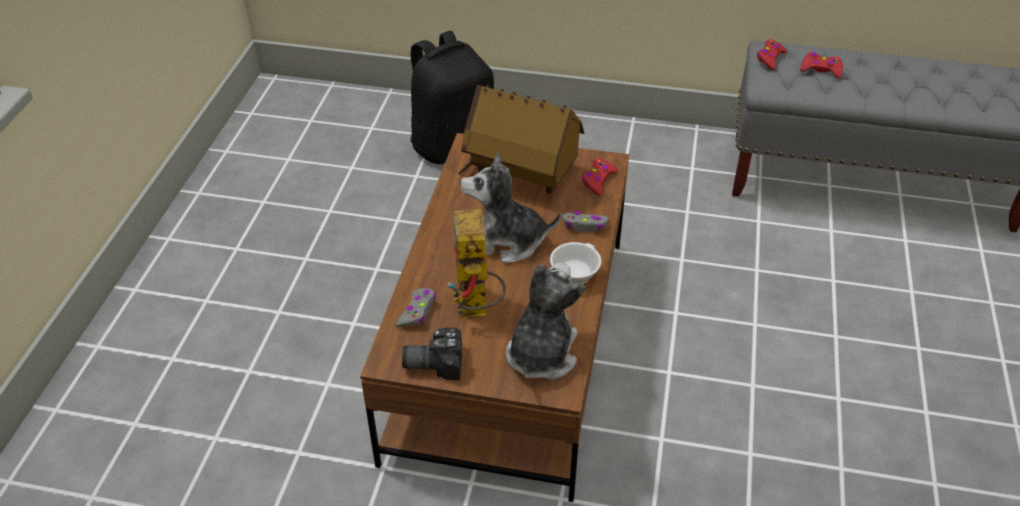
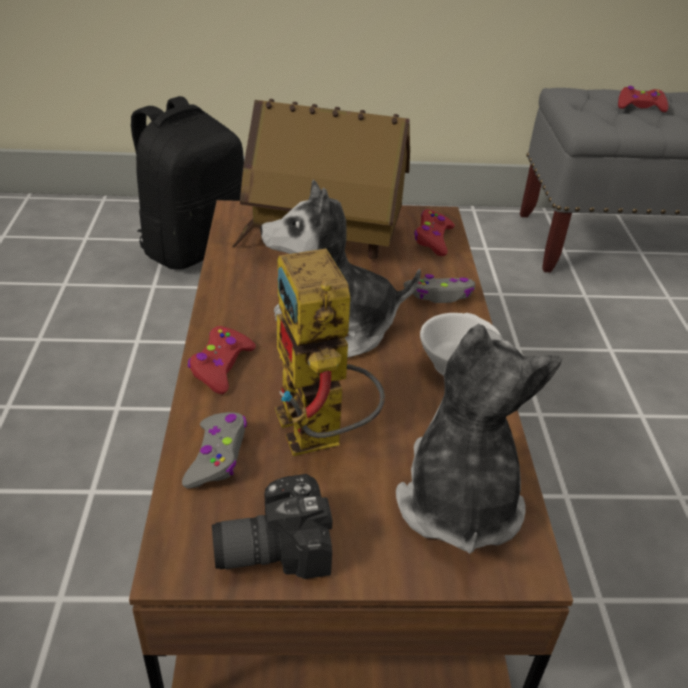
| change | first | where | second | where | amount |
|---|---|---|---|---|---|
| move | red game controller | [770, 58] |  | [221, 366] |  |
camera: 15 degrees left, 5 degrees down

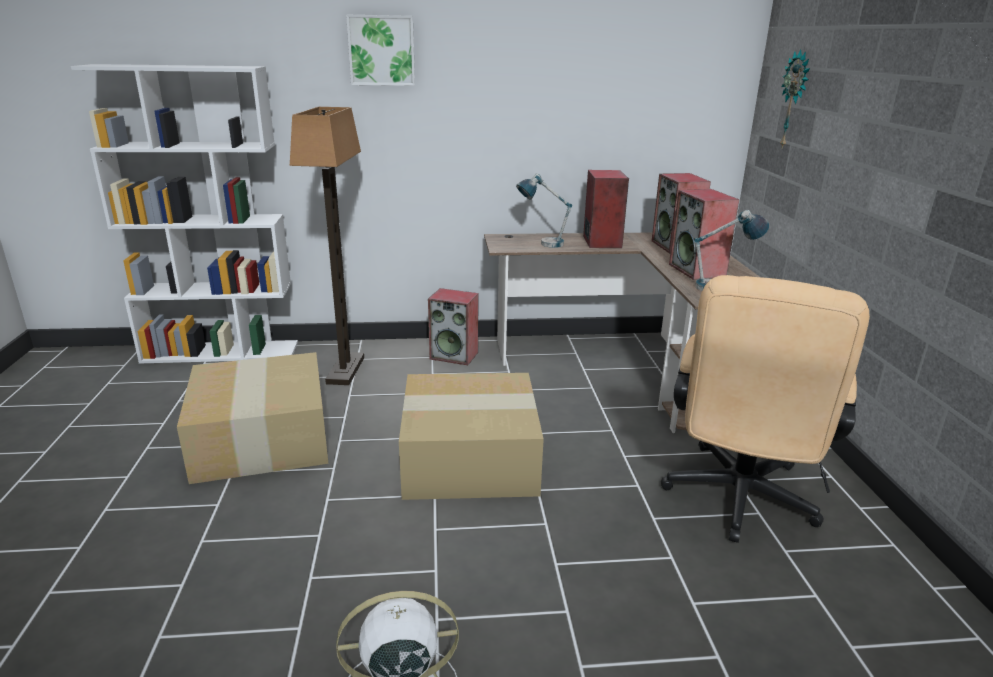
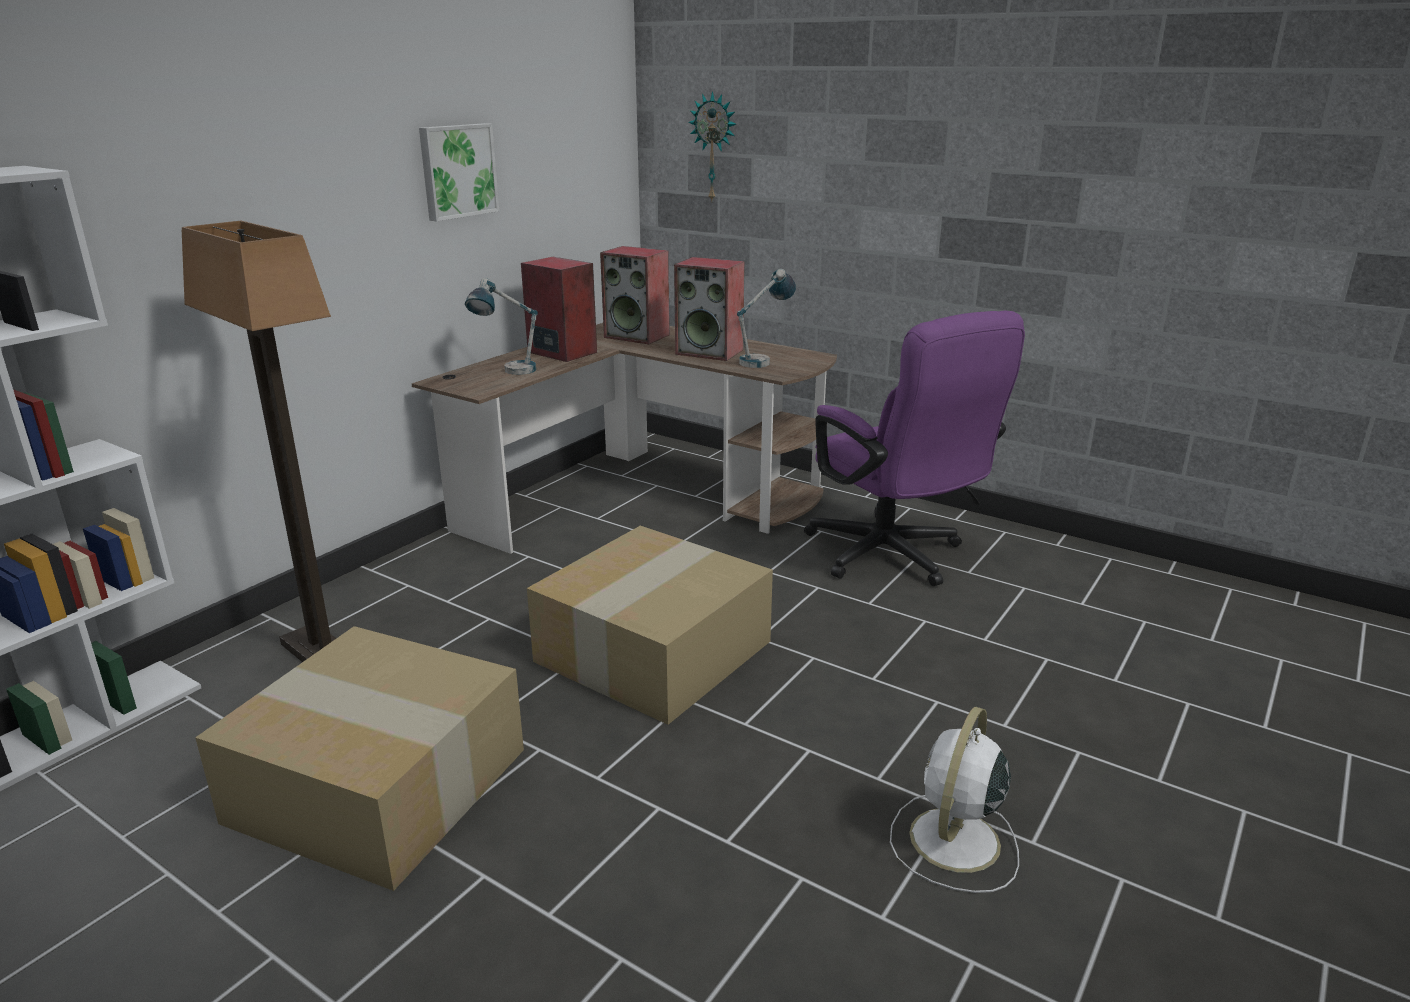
| change | first | where | second | where | amount |
|---|---|---|---|---|---|
| move | picture | [381, 50] |  | [457, 171] |  |
| recolor | beige office chair | [737, 502] | purple office chair | [893, 558] |  |
| delete | speaker | [455, 355] |  |  |  |
camera: 50 degrees left, 0 degrees up

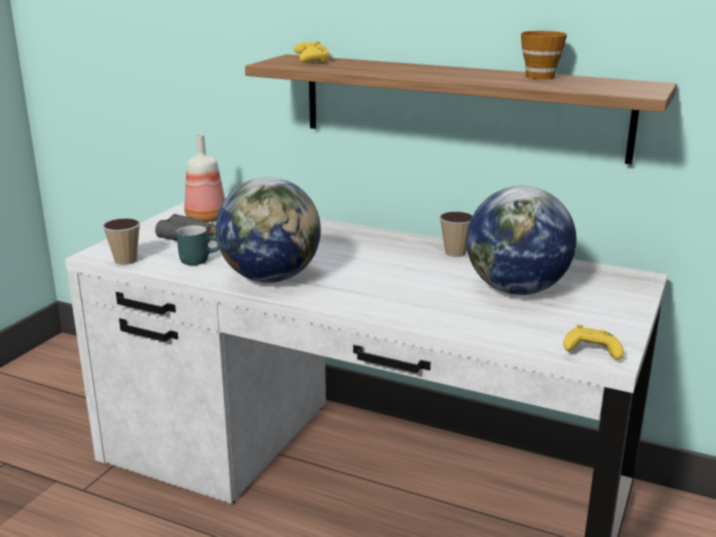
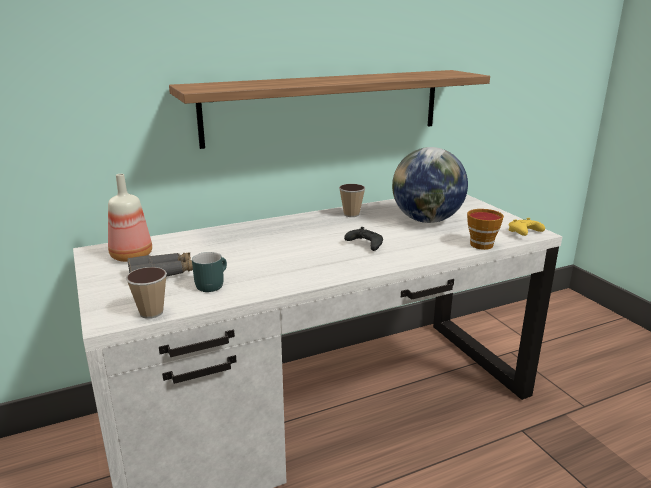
| change | first | where | second | where | amount |
|---|---|---|---|---|---|
| insert |  |  | black game controller | [364, 245] |  |
| move | cup | [541, 76] |  | [479, 244] |  |
| delete | globe | [271, 278] |  |  |  |
| delete | yellow game controller | [311, 60] |  |  |  |
camera: 50 degrees left, 0 degrees up

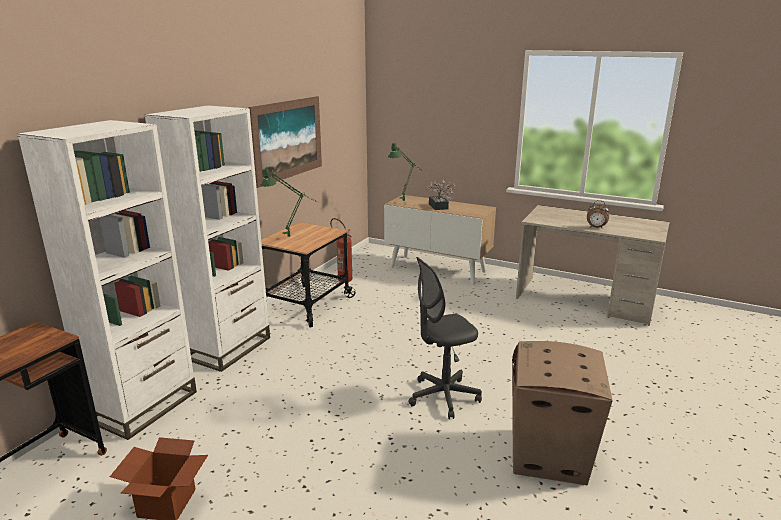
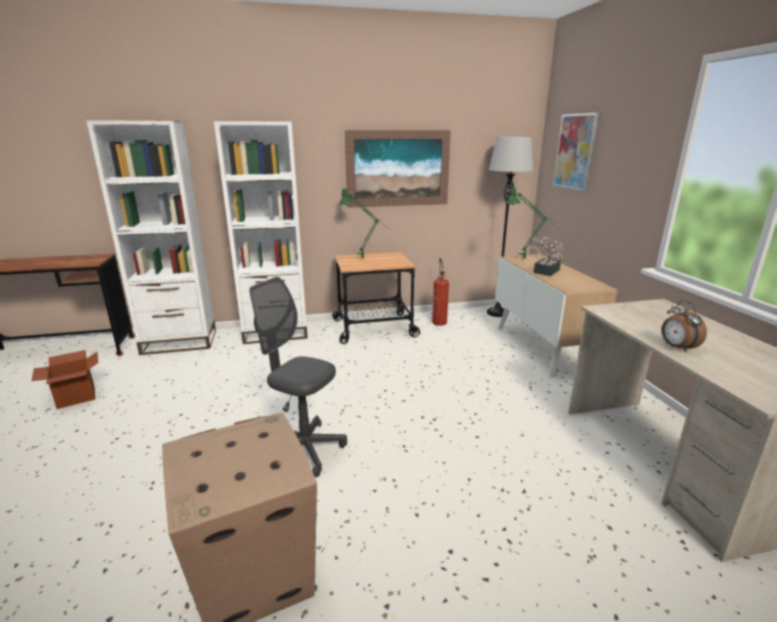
| change | first | where | second | where | amount |
|---|---|---|---|---|---|
| insert |  |  | grey floor lamp | [497, 313] |  |
| insert |  |  | picture | [575, 152] |  |
camera: 50 degrees right, 0 degrees up

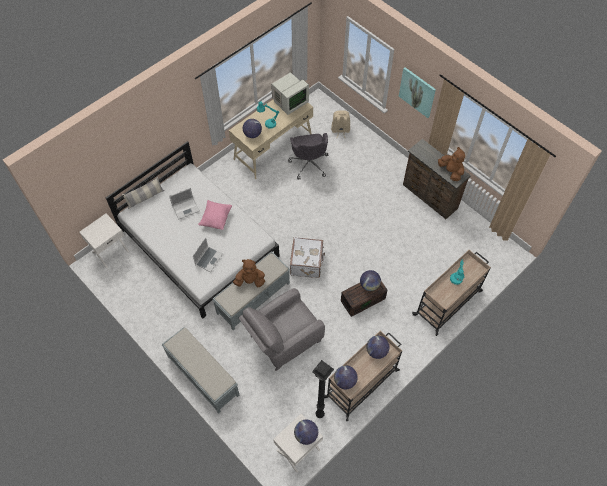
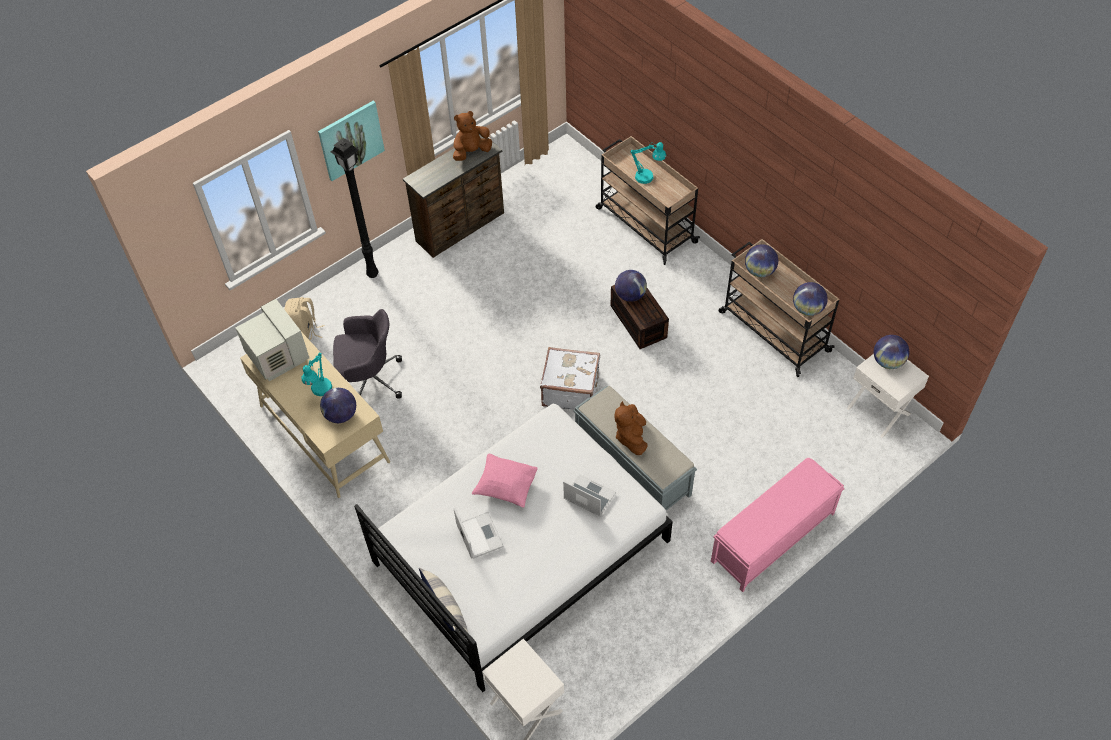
| change | first | where | second | where | amount |
|---|---|---|---|---|---|
| move | black floor lamp | [319, 414] |  | [372, 275] |  |
| recolor | grey bench | [202, 375] | pink bench | [772, 538] |  |
| delete | grey armchair | [283, 340] |  |  |  |
camera: 85 degrees left, 5 degrees down

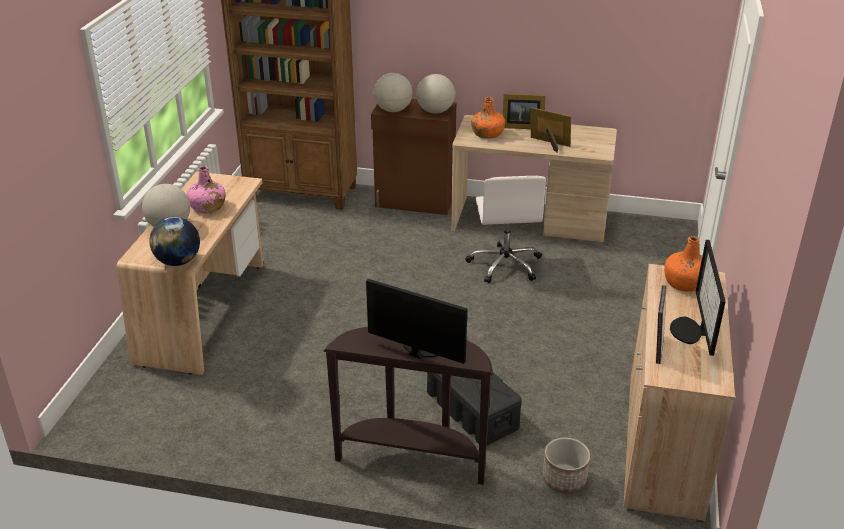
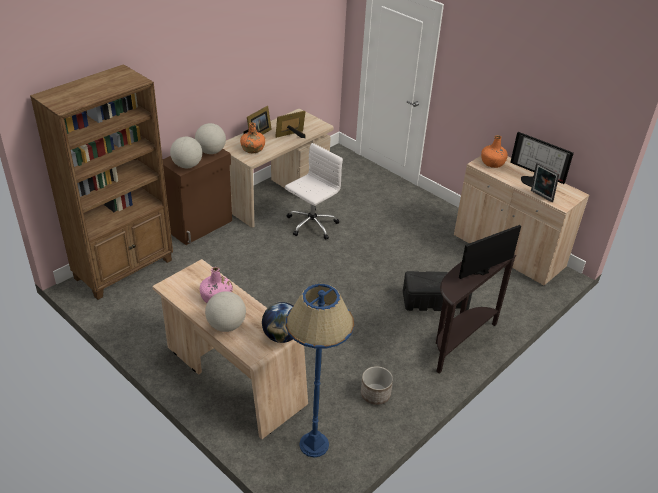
| change | first | where | second | where | amount |
|---|---|---|---|---|---|
| rotate | white office chair | [505, 264] |  | [311, 225] | 75 degrees counterclockwise |
| insert |  |  | blue floor lamp | [314, 445] |  |
| move | planter | [564, 479] |  | [375, 394] |  |
camera: 60 degrees left, 5 degrees up

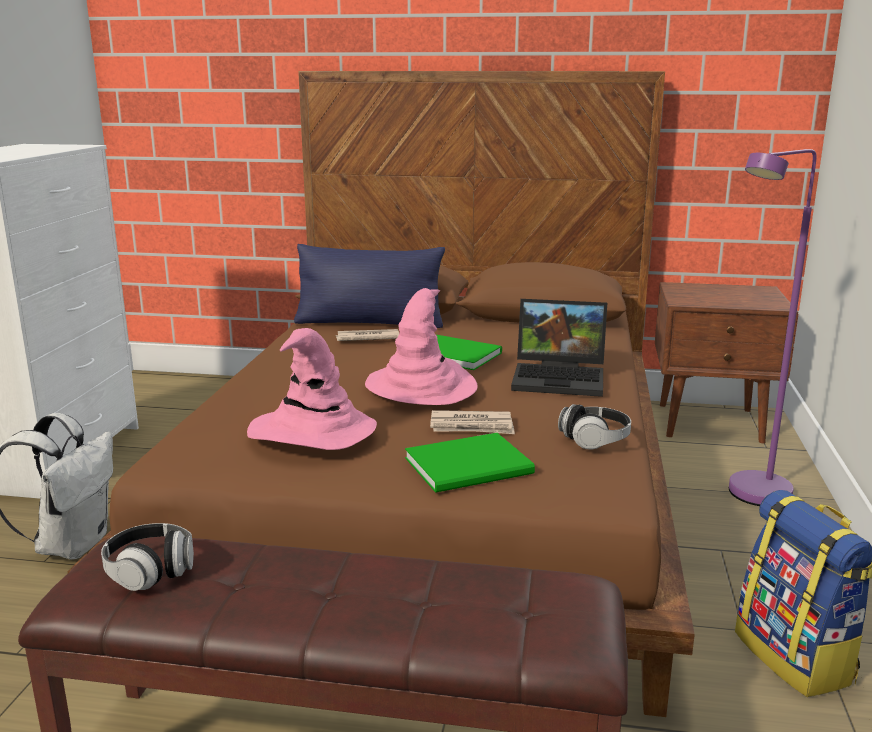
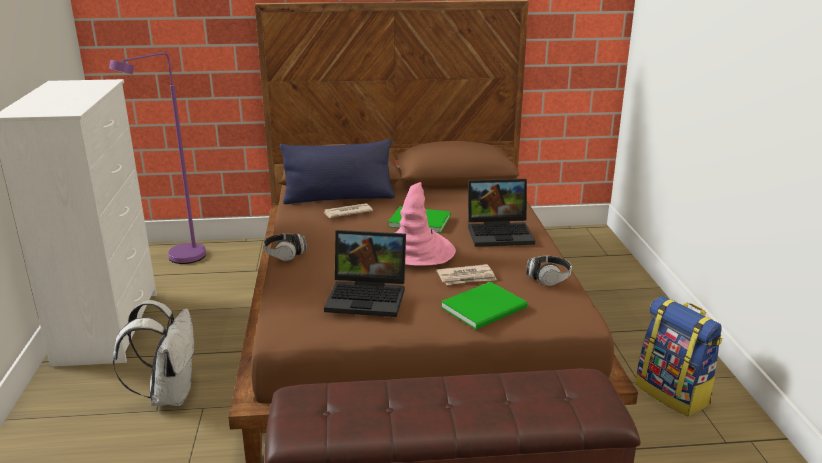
| change | first | where | second | where | amount |
|---|---|---|---|---|---|
| move | purple floor lamp | [750, 498] |  | [179, 259] |  |
| move | headphones | [150, 571] |  | [285, 254] |  |
| replace | pink hat | [311, 432] | laptop | [369, 296] |  |
| delete | brown nightstand | [711, 423] |  |  |  |
camera: 15 degrees left, 5 degrees up

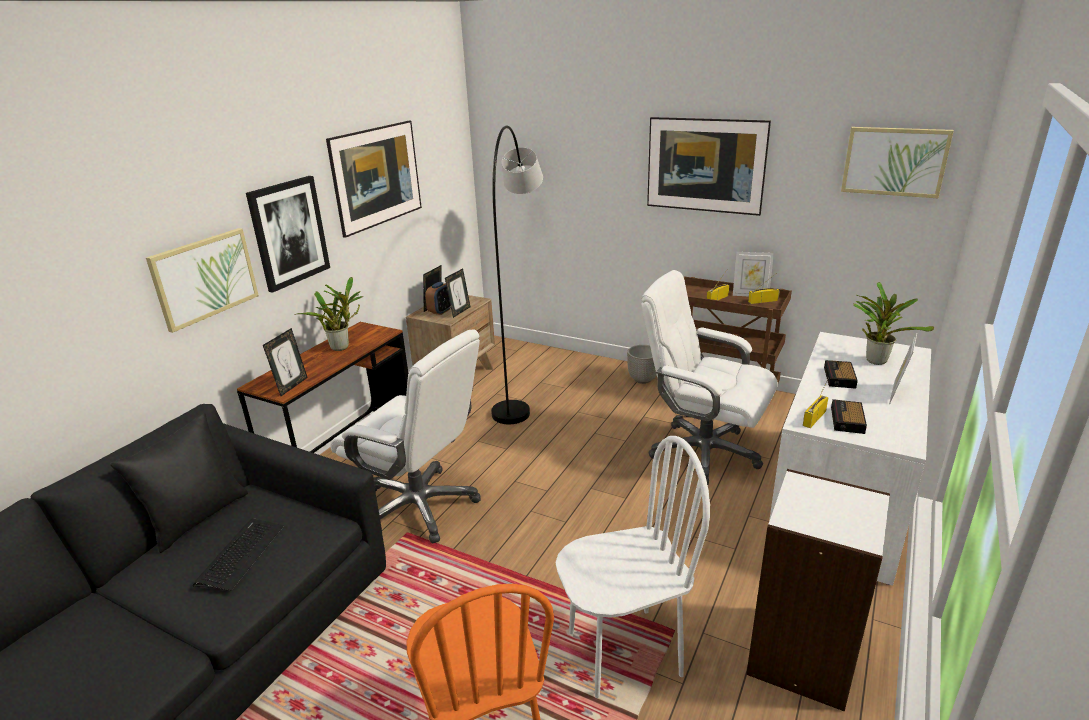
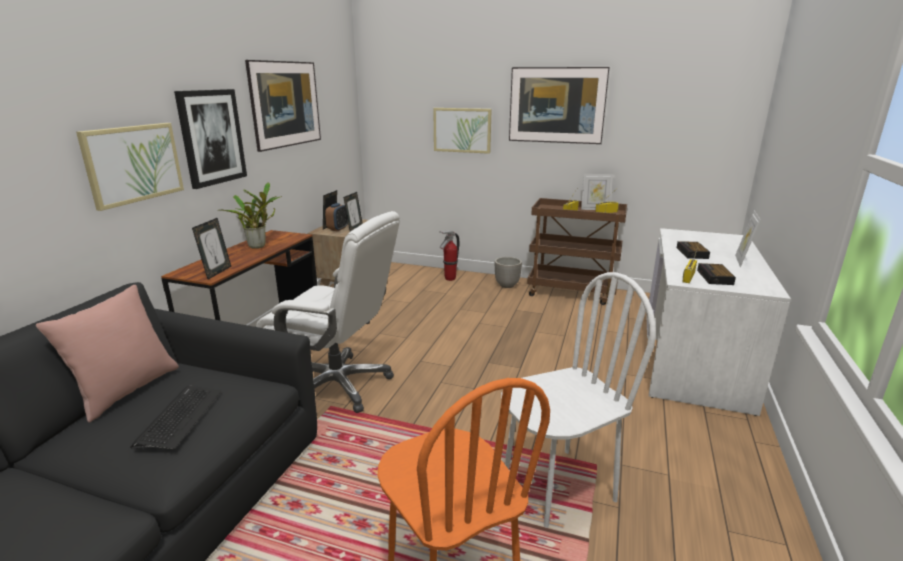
| change | first | where | second | where | amount |
|---|---|---|---|---|---|
| recolor | black pillow | [197, 518] | pink pillow | [126, 390] |  |
| move | picture | [894, 161] |  | [462, 130] |  |
| insert |  |  | fire extinguisher | [450, 279] |  |
| delete | grey floor lamp | [522, 379] |  |  |  |
| delete | white office chair | [703, 452] |  |  |  |
| delete | white bookcase | [803, 656] |  |  |  |
| delete | potted plant | [876, 360] |  |  |  |
camera: 10 degrees left, 5 degrees down

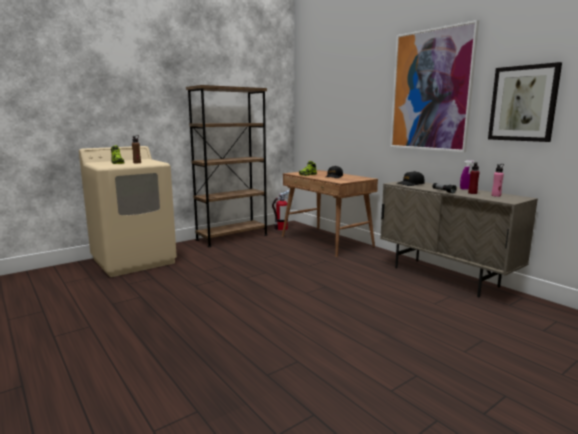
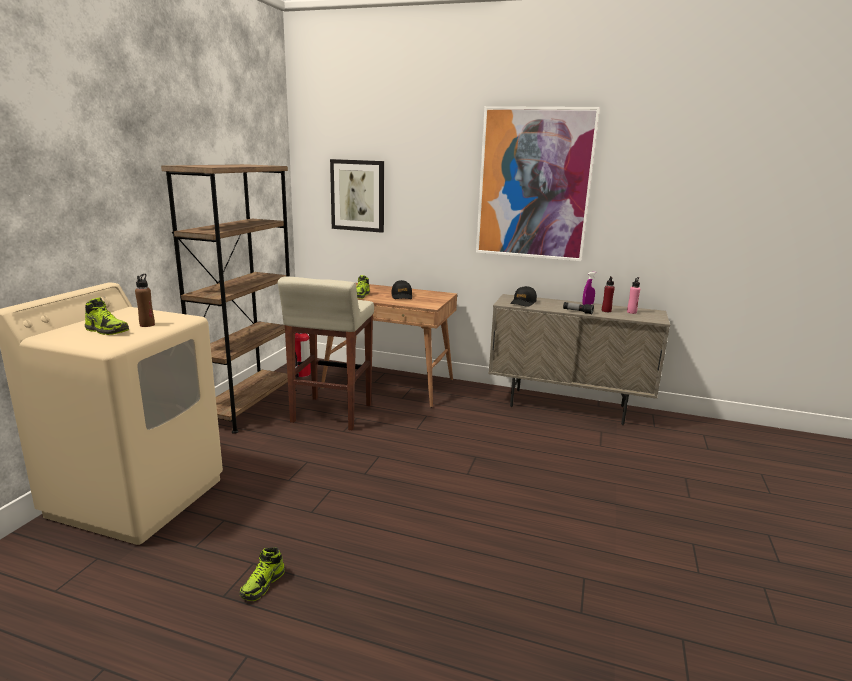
| change | first | where | second | where | amount |
|---|---|---|---|---|---|
| insert |  |  | shoe | [263, 584] |  |
| insert |  |  | beige stool | [331, 414] |  |
| move | picture | [523, 103] |  | [358, 195] |  |
camera: 35 degrees left, 5 degrees up

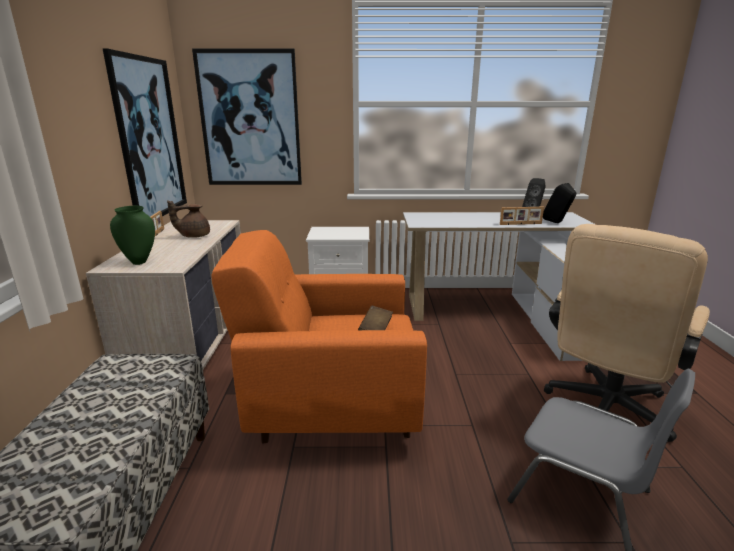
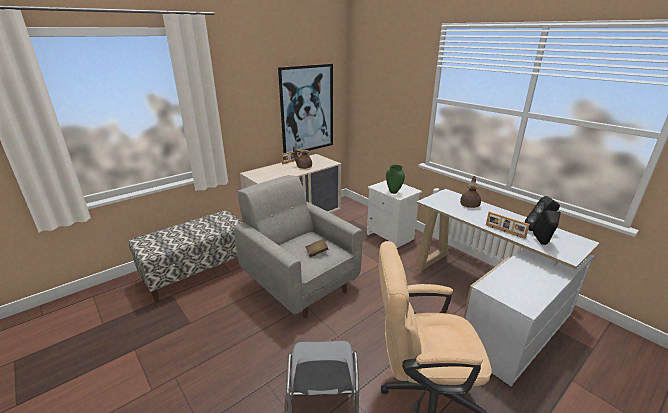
| change | first | where | second | where | amount |
|---|---|---|---|---|---|
| recolor | orange armchair | [330, 407] | grey armchair | [299, 283] |  |
| move | green vase | [139, 262] |  | [393, 192] |  |
| insert |  |  | brown teapot | [470, 205] |  |
| delete | picture | [250, 120] |  |  |  |
camera: 50 degrees right, 5 degrees up

